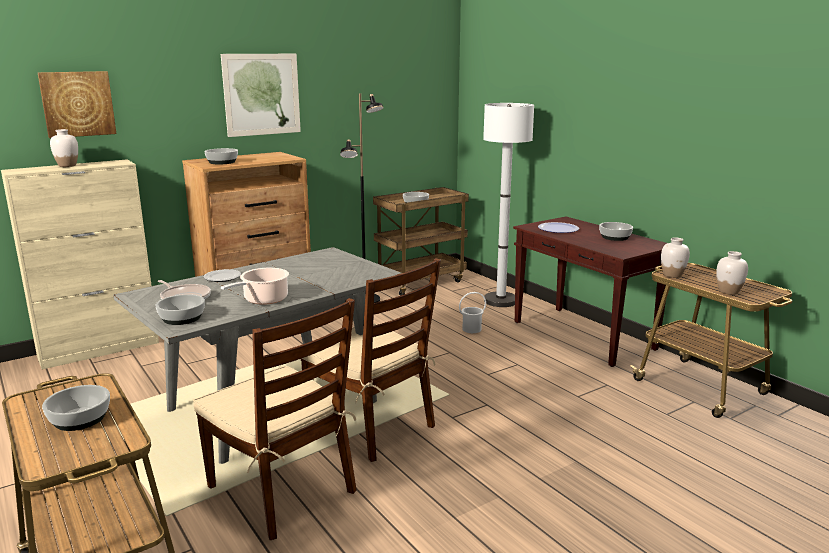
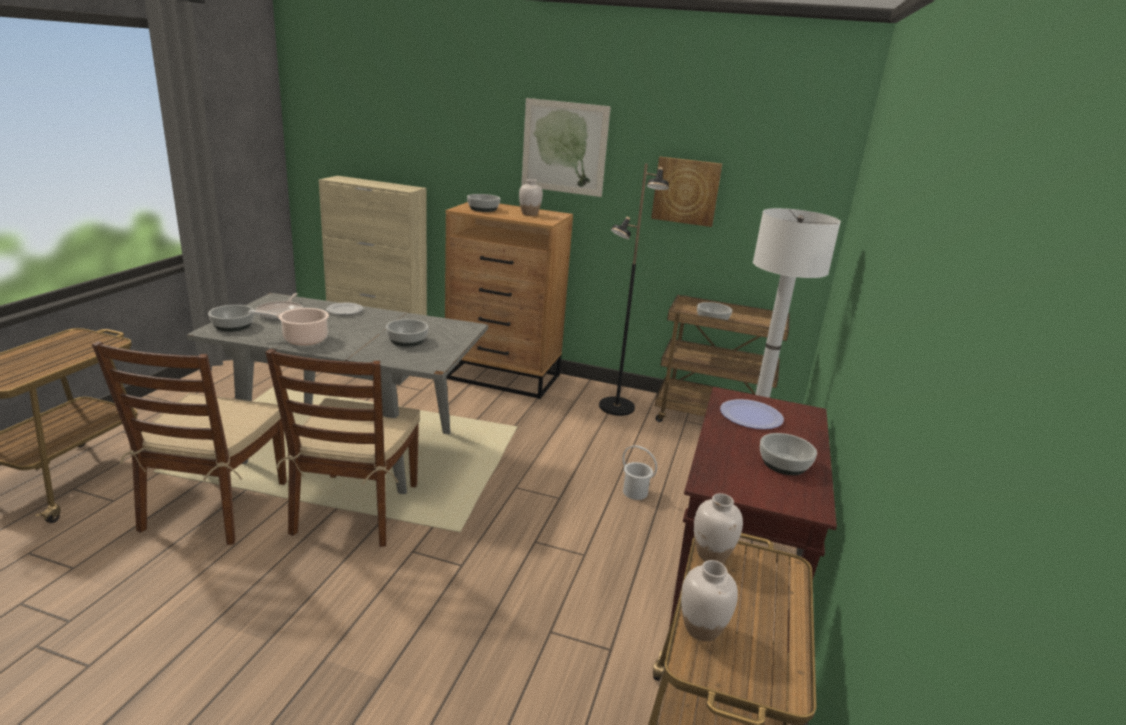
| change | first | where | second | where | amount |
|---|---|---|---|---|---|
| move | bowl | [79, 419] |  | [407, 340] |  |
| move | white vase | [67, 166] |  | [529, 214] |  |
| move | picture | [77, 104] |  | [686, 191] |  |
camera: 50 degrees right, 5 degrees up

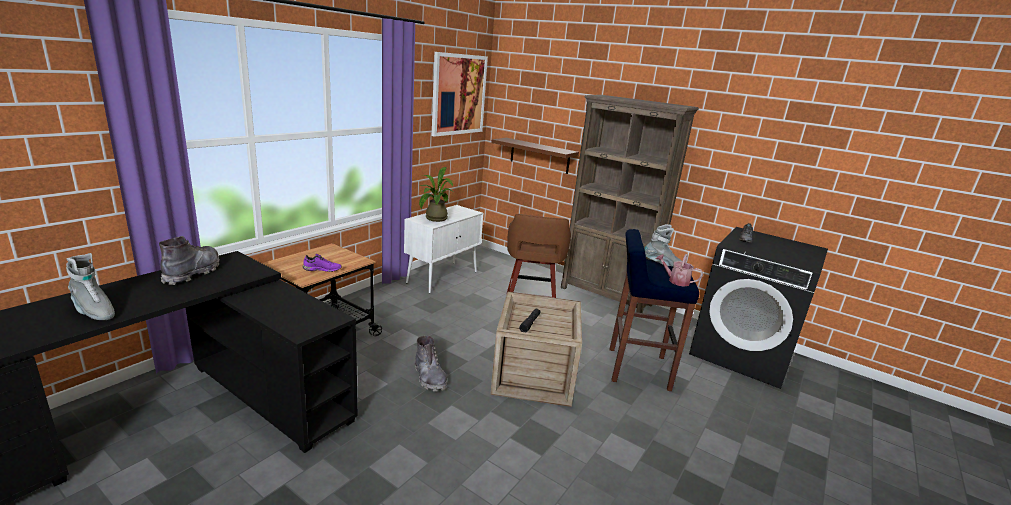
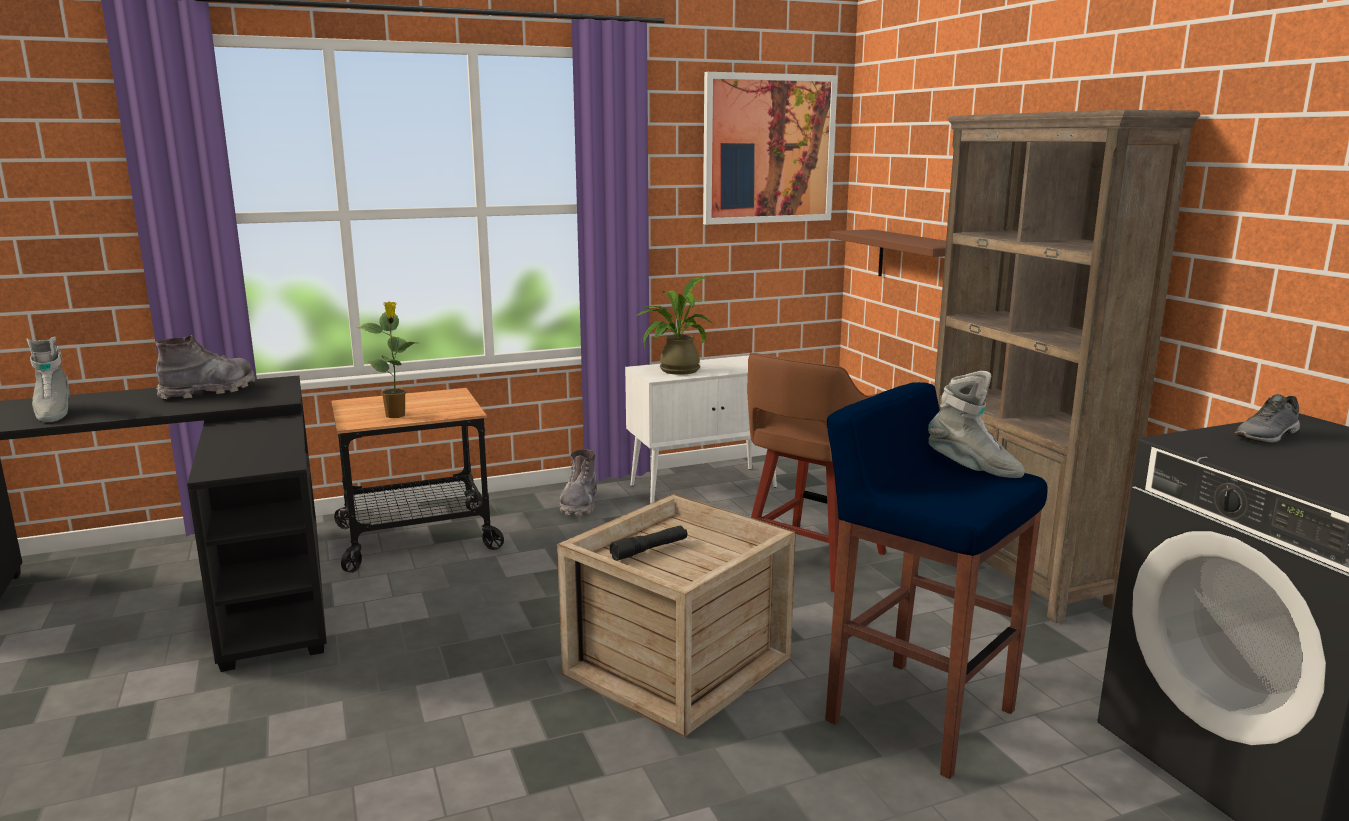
| change | first | where | second | where | amount |
|---|---|---|---|---|---|
| replace | purple shoe | [322, 269] | potted plant | [396, 415] |  |
| move | grey boot | [429, 377] |  | [579, 504] |  |
| delete | watering can | [675, 281] |  |  |  |
camera: 35 degrees right, 5 degrees down

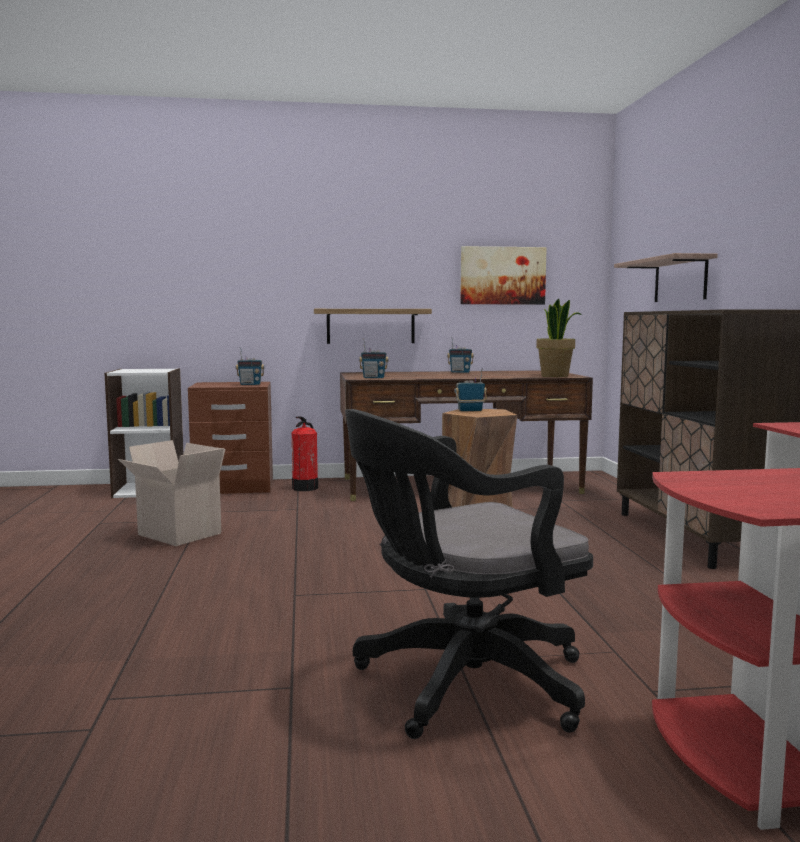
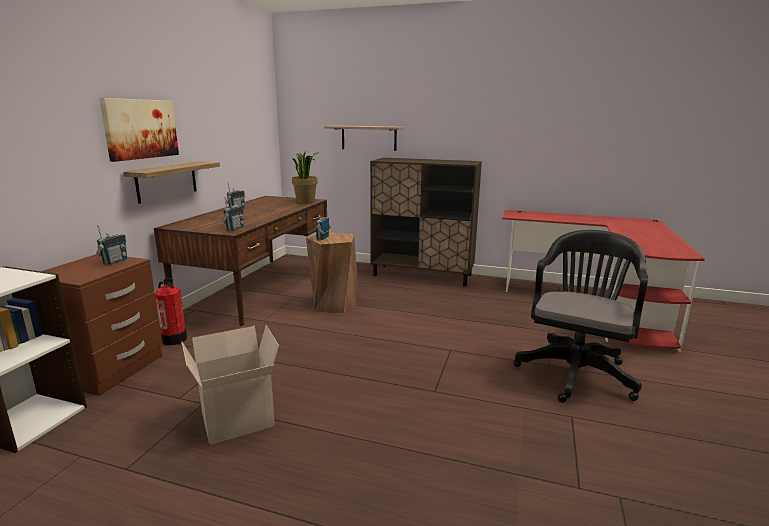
| change | first | where | second | where | amount |
|---|---|---|---|---|---|
| move | picture | [502, 275] |  | [141, 129] |  |
| rotate | black office chair | [461, 685] |  | [576, 371] | 150 degrees counterclockwise |
camera: 65 degrees left, 10 degrees up

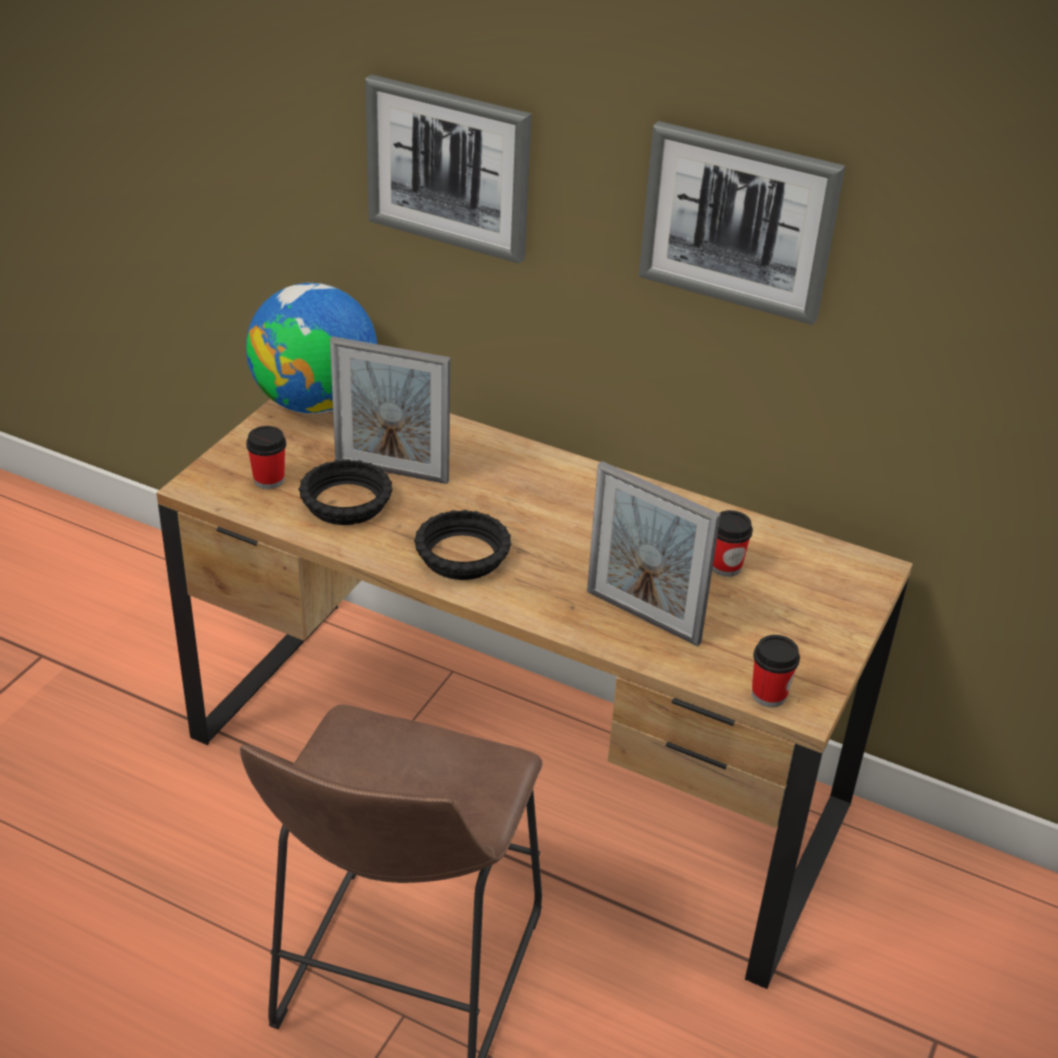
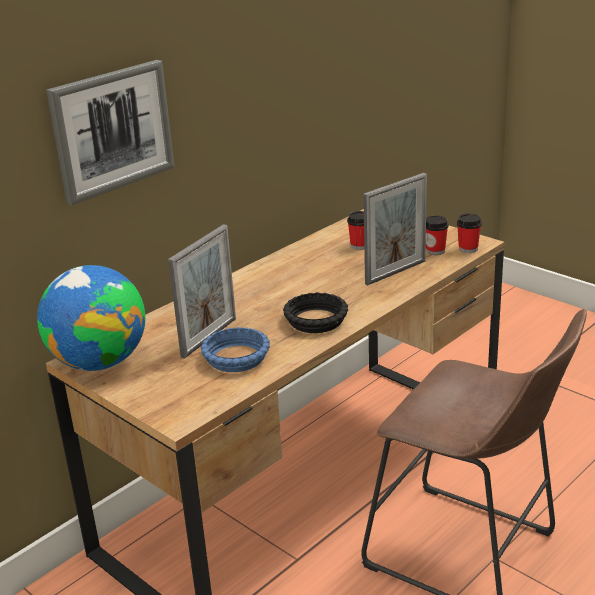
| change | first | where | second | where | amount |
|---|---|---|---|---|---|
| recolor | black bowl | [347, 502] | blue bowl | [236, 357] |  |
| move | cup | [269, 480] |  | [435, 251] |  |
| delete | picture | [738, 221] |  |  |  |
camera: 70 degrees left, 10 degrees down

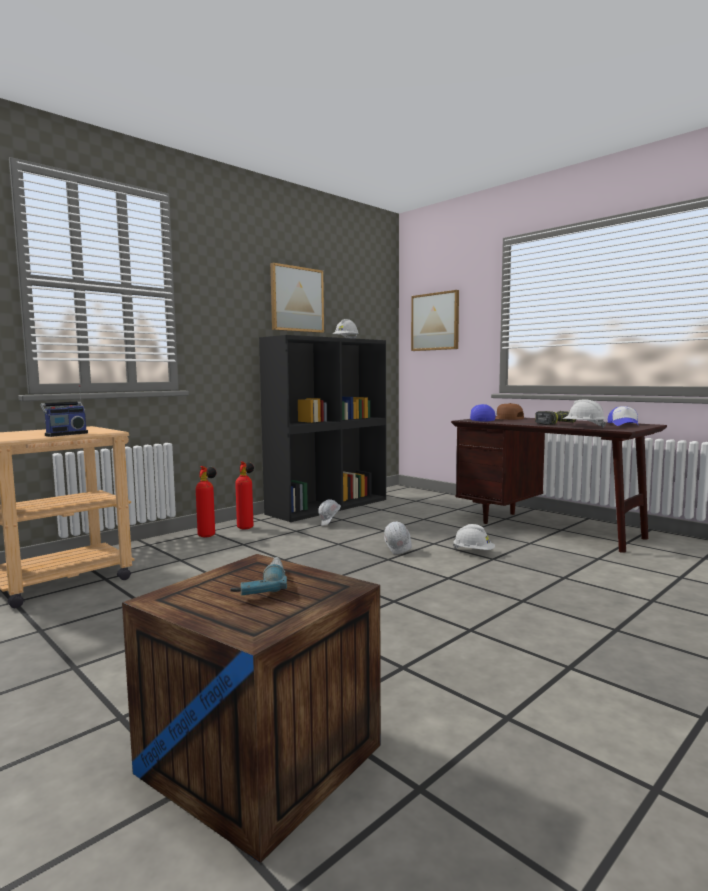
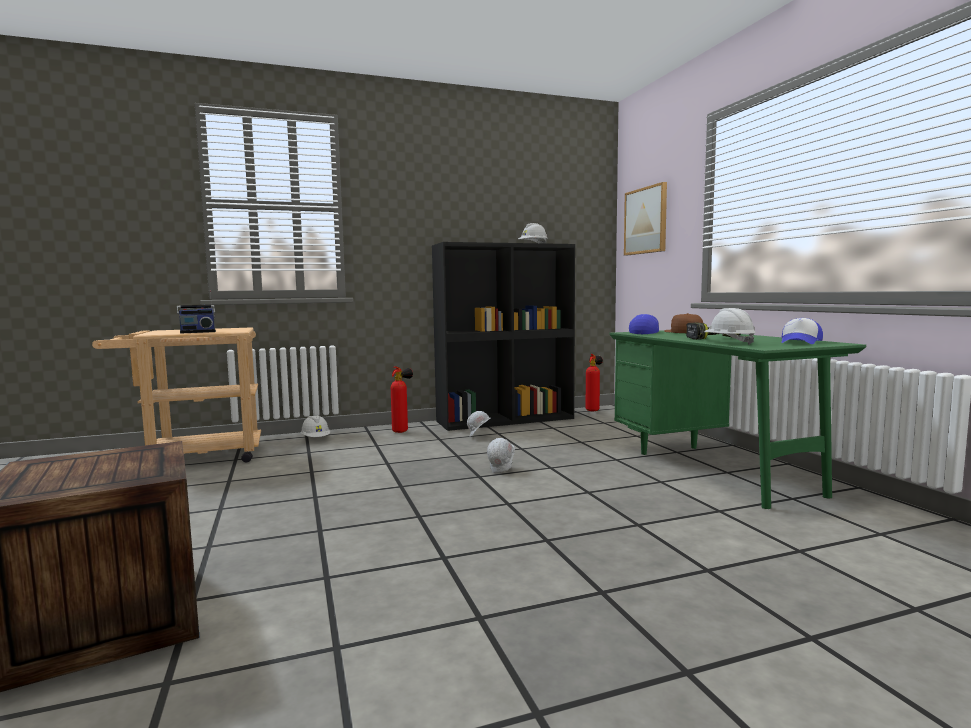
| change | first | where | second | where | amount |
|---|---|---|---|---|---|
| move | white hard hat | [473, 552] |  | [316, 439] |  |
| move | fire extinguisher | [208, 535] |  | [593, 410] |  |
| recolor | brown desk | [549, 528] | green desk | [713, 468] |  |
| delete | power drill | [260, 584] |  |  |  |
| delete | picture | [296, 299] |  |  |  |
camera: 25 degrees right, 0 degrees up

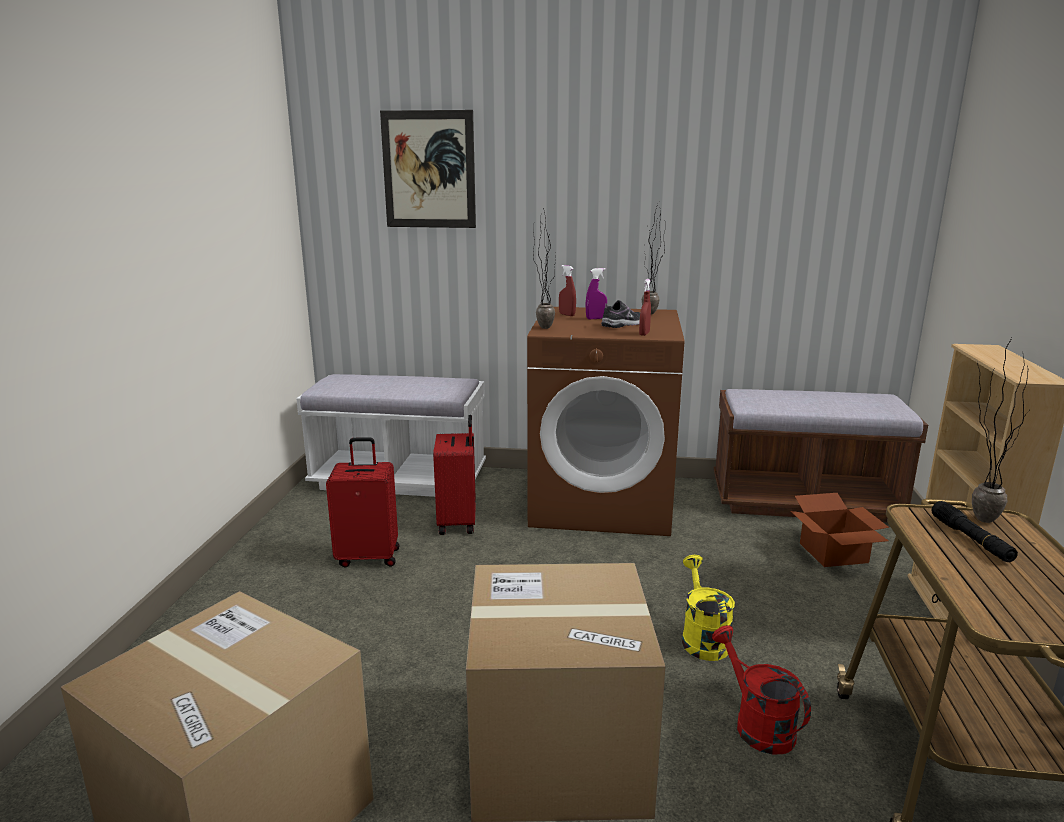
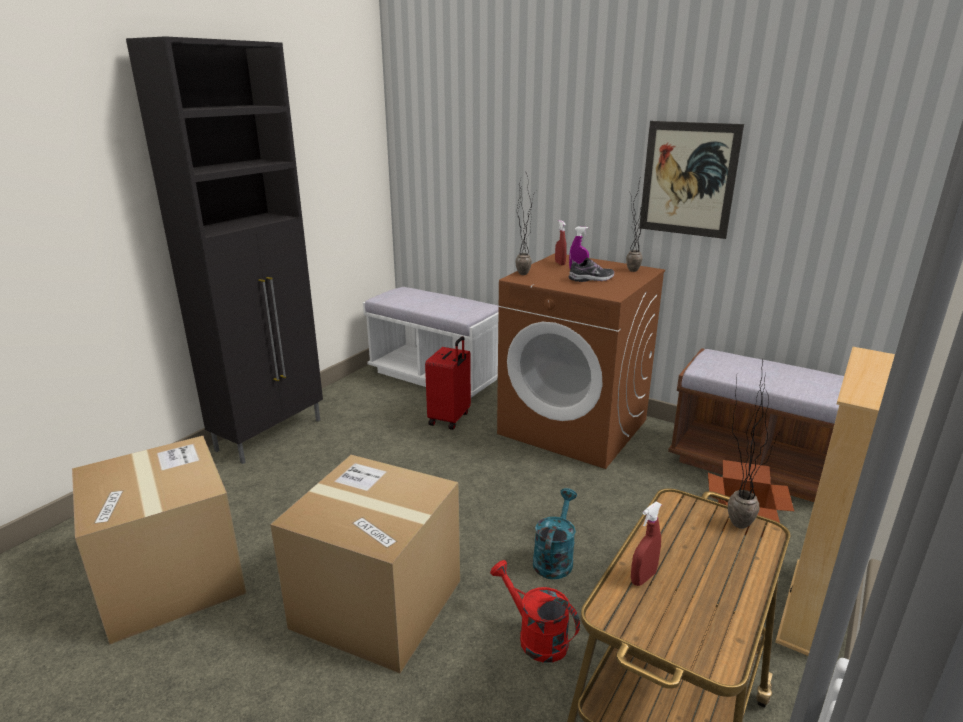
| change | first | where | second | where | amount |
|---|---|---|---|---|---|
| insert |  |  | black cabinet | [271, 434] |  |
| rotate | red watering can | [756, 724] |  | [535, 637] | 45 degrees counterclockwise |
| recolor | yellow watering can | [702, 638] | turquoise watering can | [554, 558] |  |
| move | red spray bottle | [644, 334] |  | [643, 578] |  |
| move | picture | [429, 170] |  | [688, 179] |  |
| delete | red suitcase | [368, 556] |  |  |  |
| delete | black flashlight | [971, 539] |  |  |  |
camera: 25 degrees right, 5 degrees up

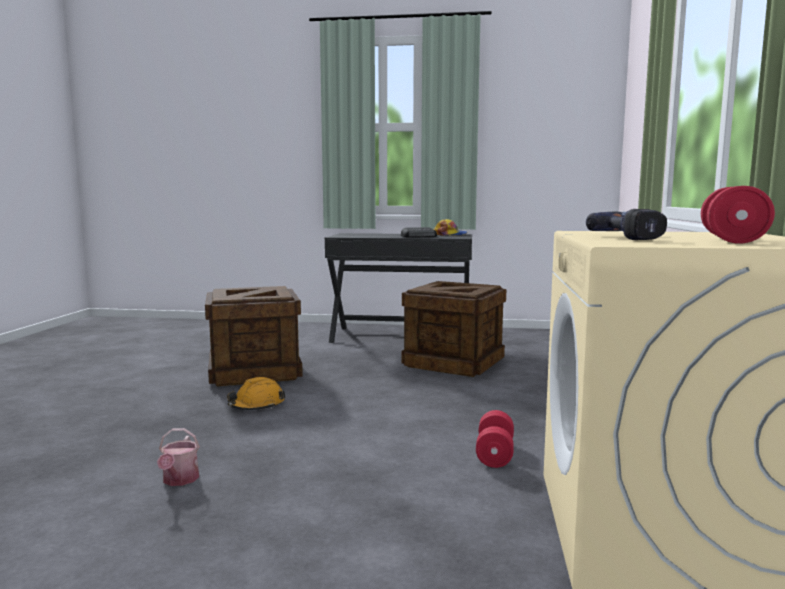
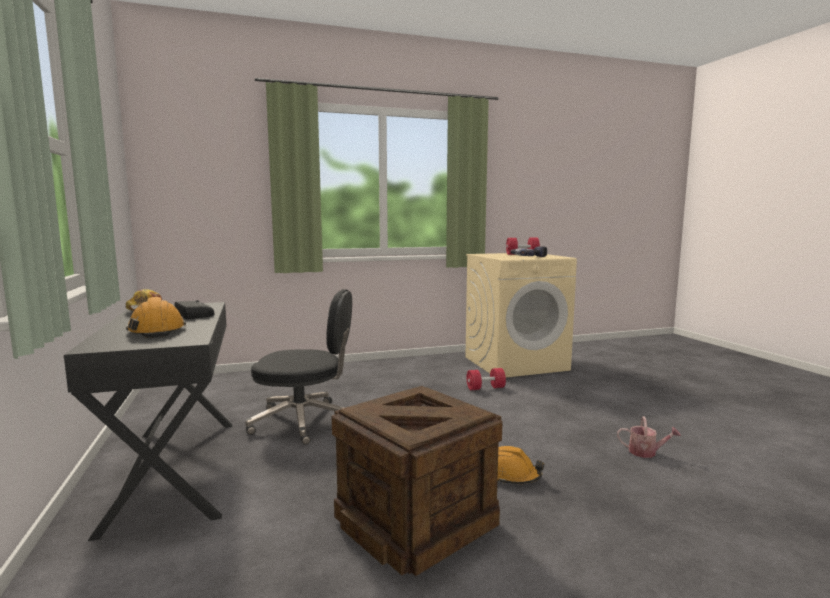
| change | first | where | second | where | amount |
|---|---|---|---|---|---|
| insert |  |  | orange hard hat | [157, 330] |  |
| replace | crate | [453, 363] | black office chair | [304, 421] |  |
| rotate | watering can | [179, 480] |  | [646, 452] | 45 degrees clockwise |
camera: 115 degrees left, 0 degrees up

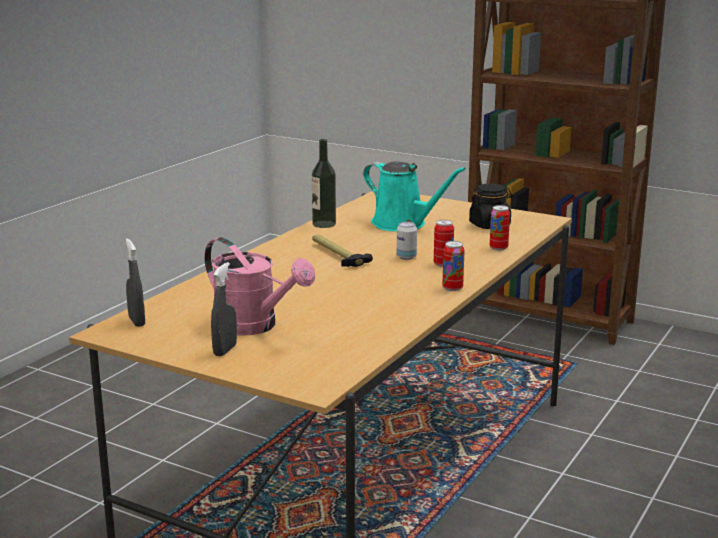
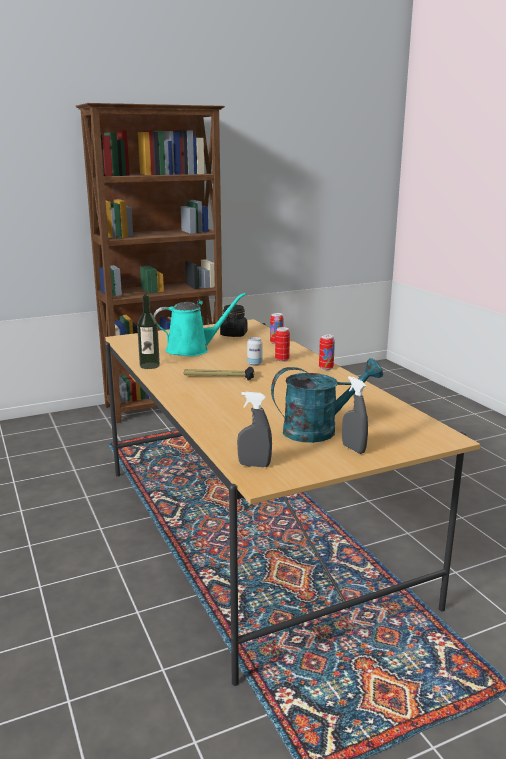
| change | first | where | second | where | amount |
|---|---|---|---|---|---|
| recolor | pink watering can | [255, 326] | turquoise watering can | [319, 430] |  |
camera: 55 degrees left, 0 degrees up

